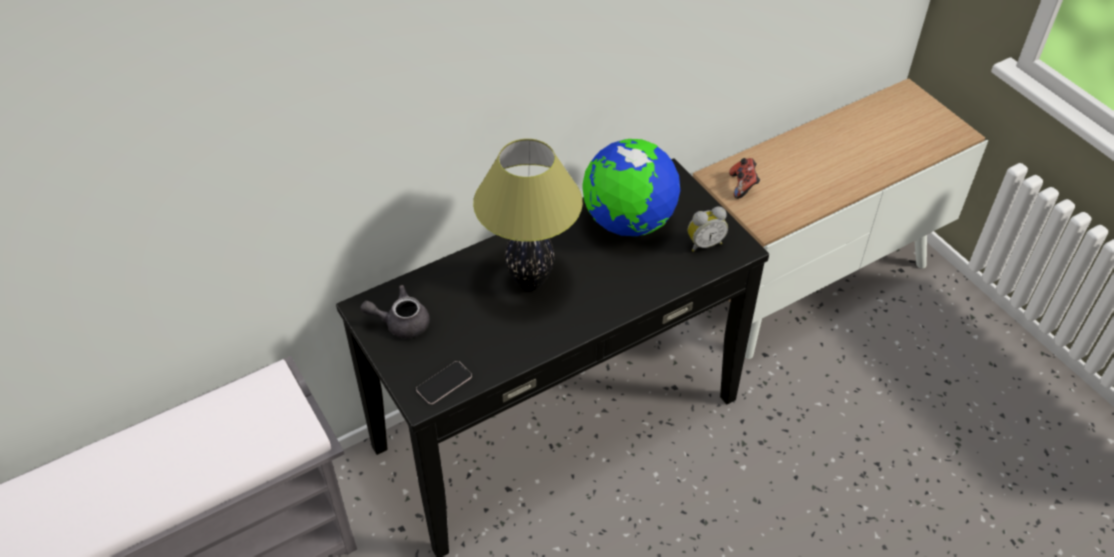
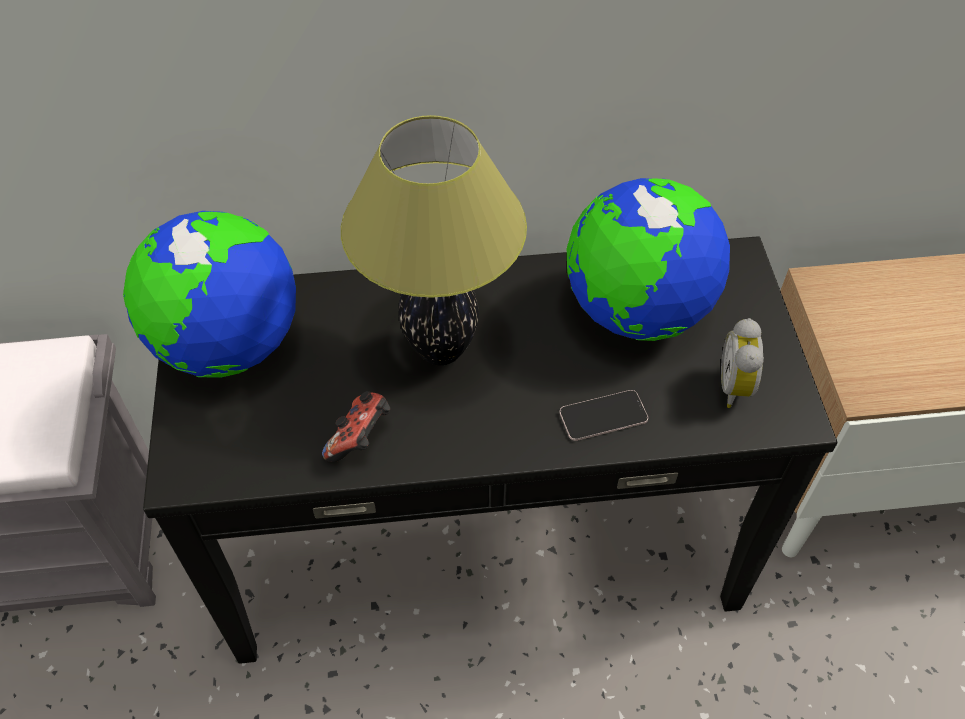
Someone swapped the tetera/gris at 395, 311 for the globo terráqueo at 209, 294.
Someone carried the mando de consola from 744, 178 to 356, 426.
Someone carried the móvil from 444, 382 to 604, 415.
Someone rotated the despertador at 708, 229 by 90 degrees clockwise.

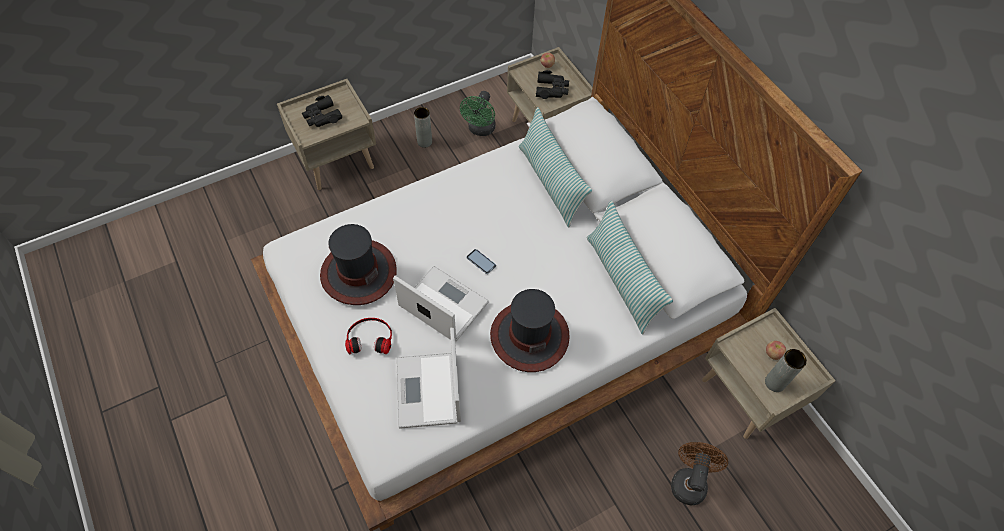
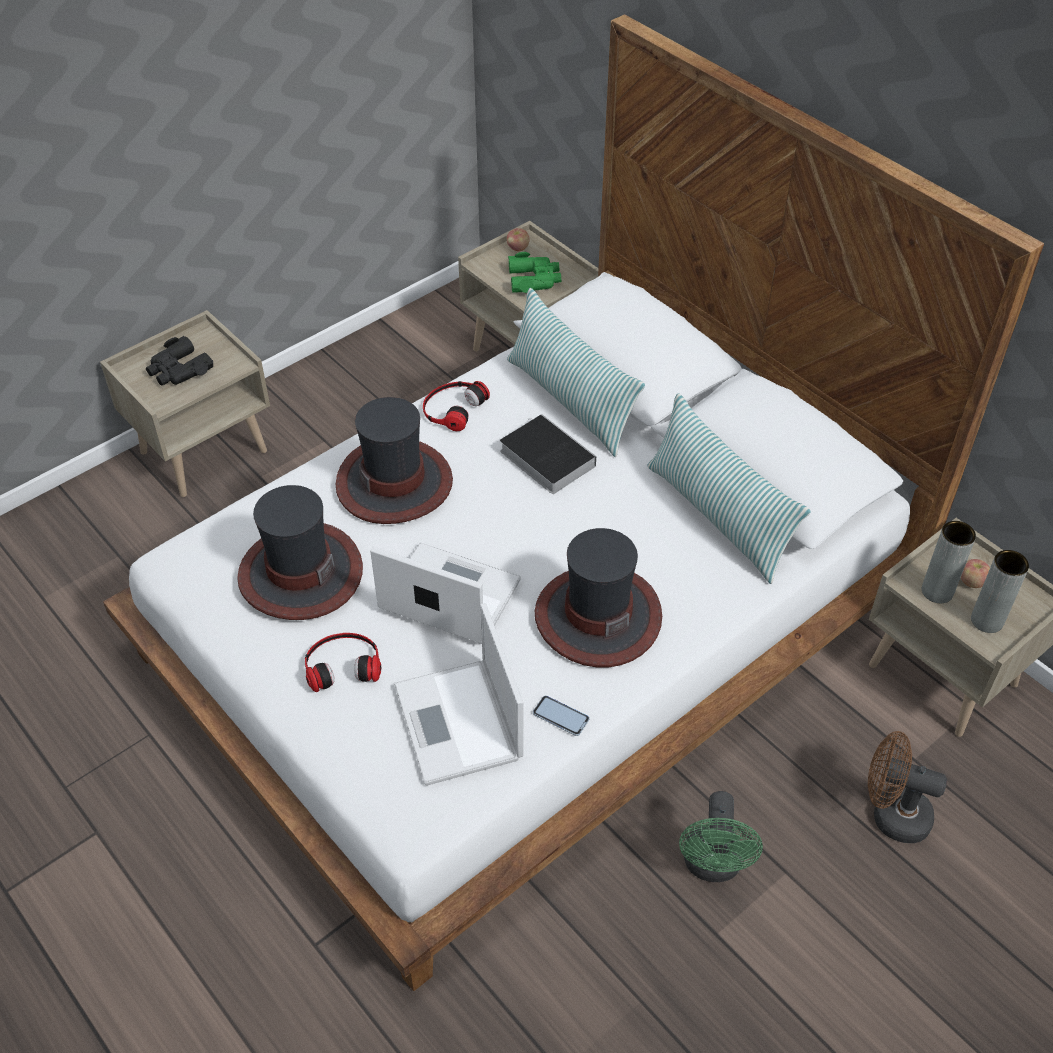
Someone put down the sombrero at 394, 460.
Someone put down the auriculares at 456, 406.
Someone put down the libro at 548, 454.
Someone repainted the prismáticos/negro at 552, 84, which became the prismáticos/verde at 534, 272.
Someone carried the móvil from 481, 261 to 561, 716.
Someone carried the ventilador/verde from 478, 113 to 721, 836.
Someone rotated the ventilador/marrón at 699, 473 by 75 degrees counterclockwise.
Someone carried the florero/gris from 423, 127 to 949, 562.

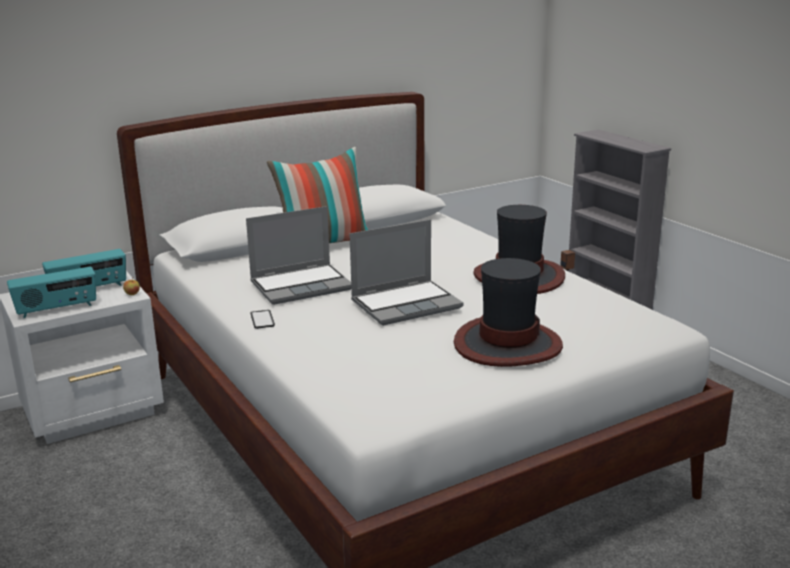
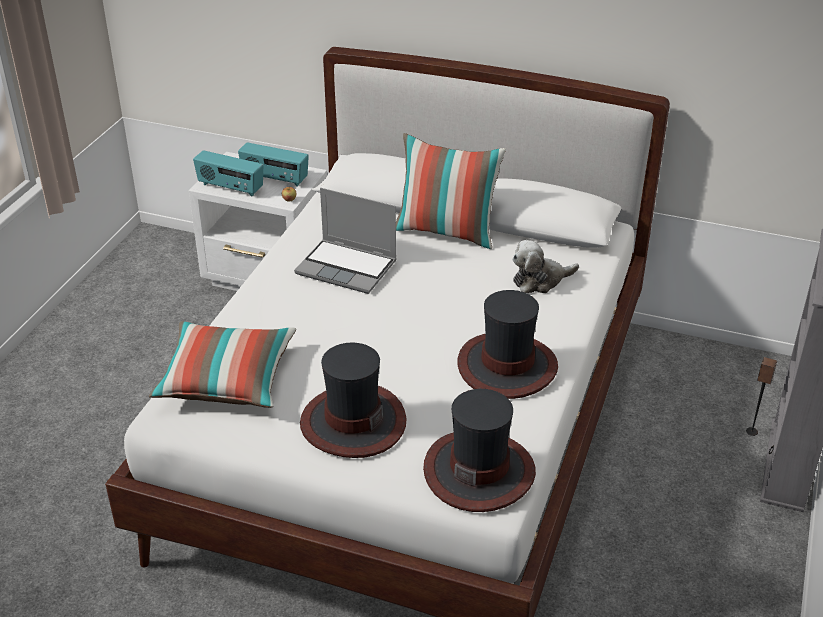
Someone put down the cojín at 222, 364.
Someone put down the sombrero at 479, 450.
Someone put down the peluche at 545, 266.
Someone took away the móvil at 263, 319.
Someone took away the portátil at 406, 272.

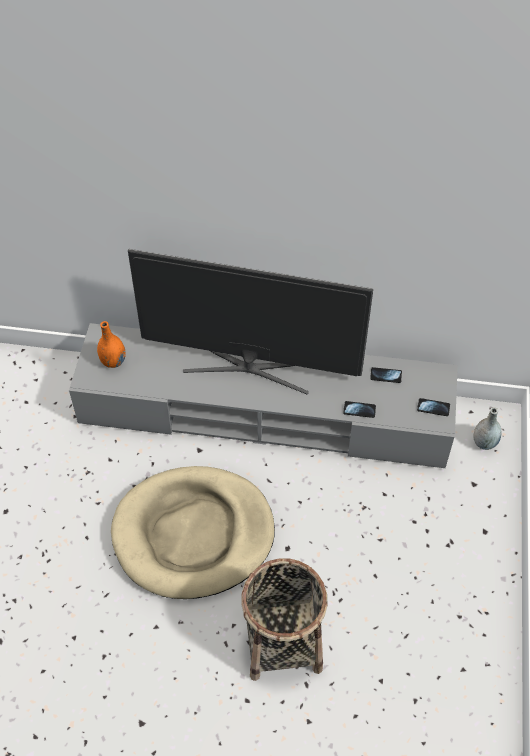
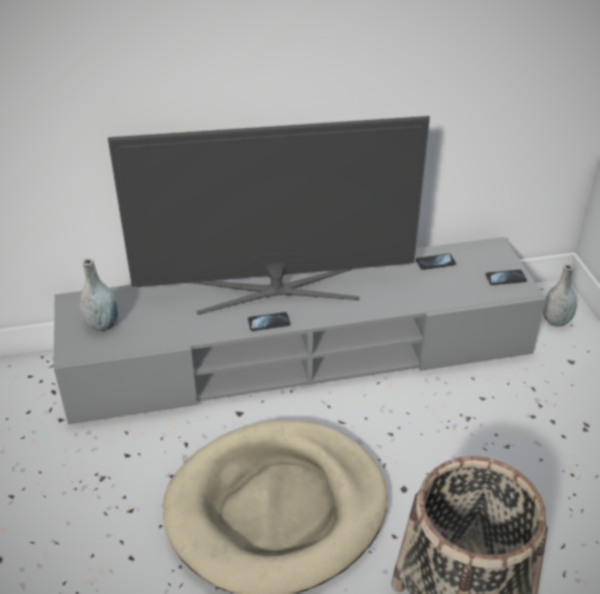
Someone repainted the florero/naranja at 111, 344, which became the florero/gris at 99, 294.
Someone carried the móvil from 359, 409 to 269, 321.

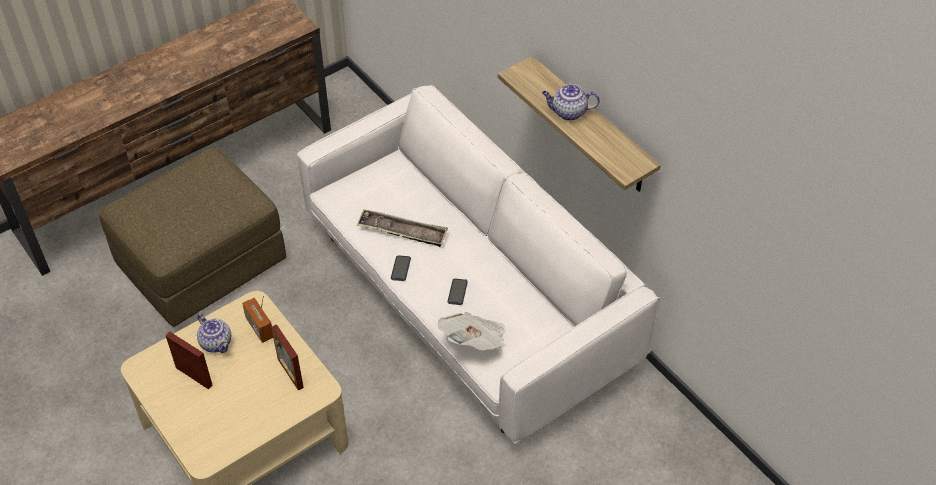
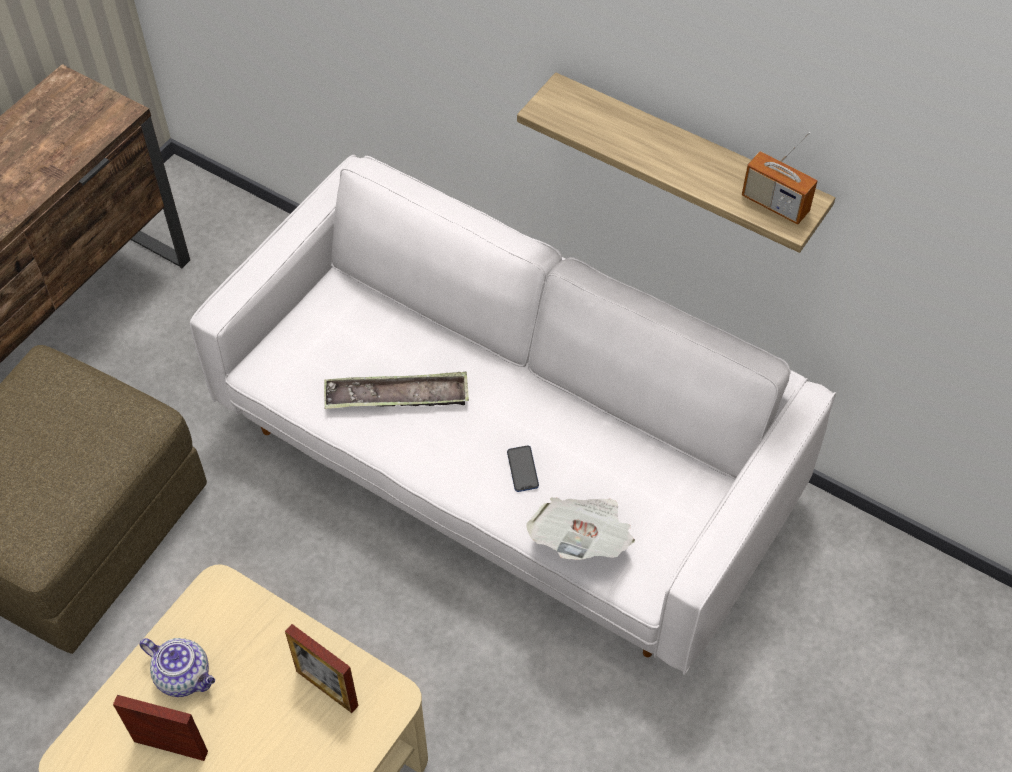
Someone carried the radio from 257, 319 to 780, 178.
Someone took away the móvil at 401, 268.
Someone took away the tetera at 571, 102.

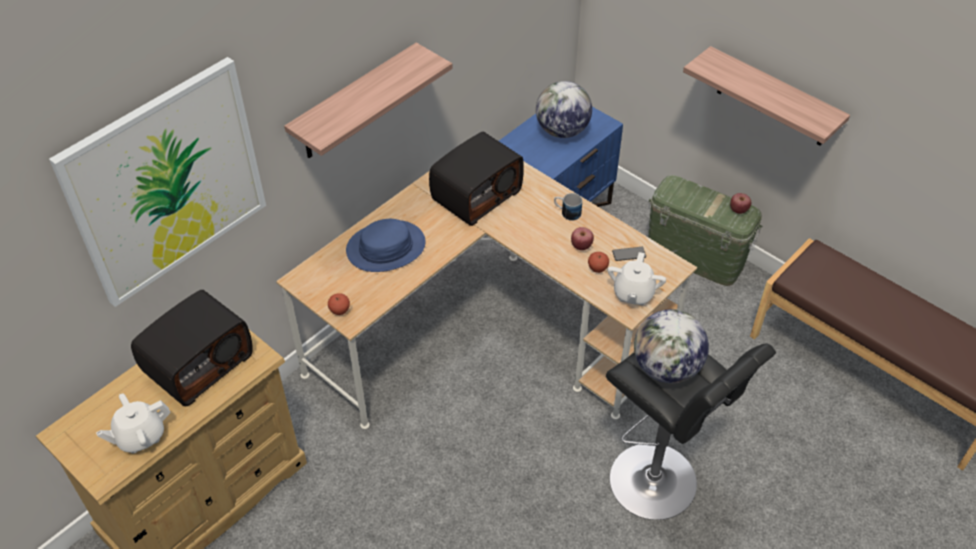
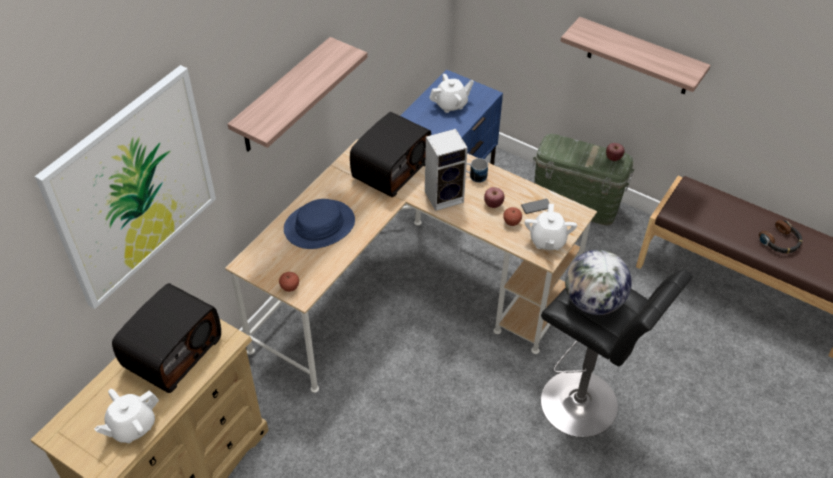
Someone put down the altavoz at 446, 170.
Someone swapped the globo terráqueo at 564, 109 for the tetera/blanco at 451, 93.
Someone put down the auriculares at 780, 237.

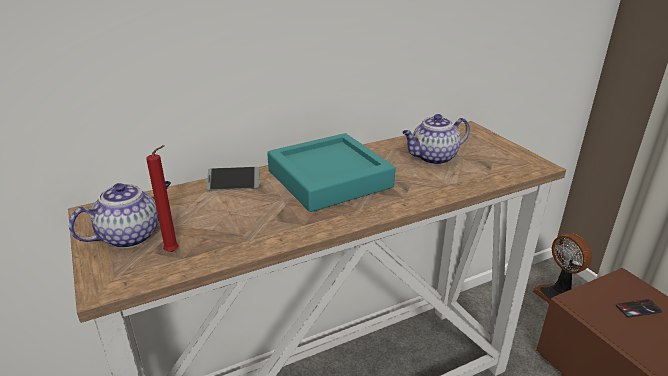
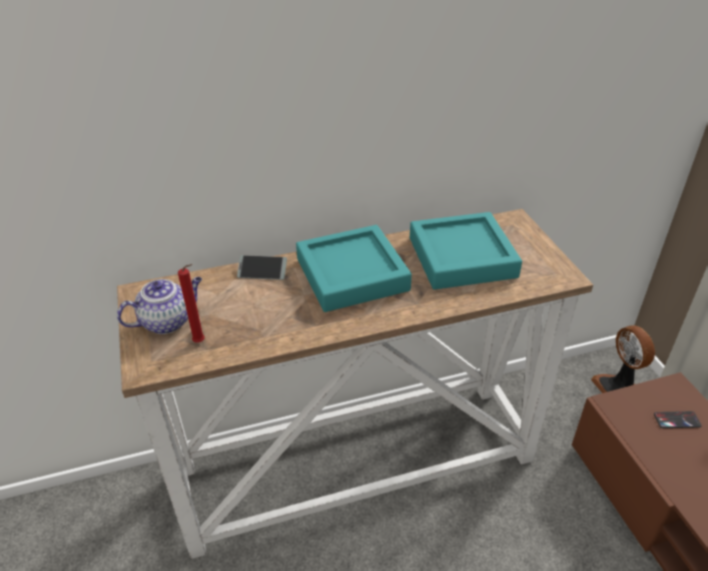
Someone swapped the tetera at 436, 139 for the bandeja/turquesa at 466, 251.

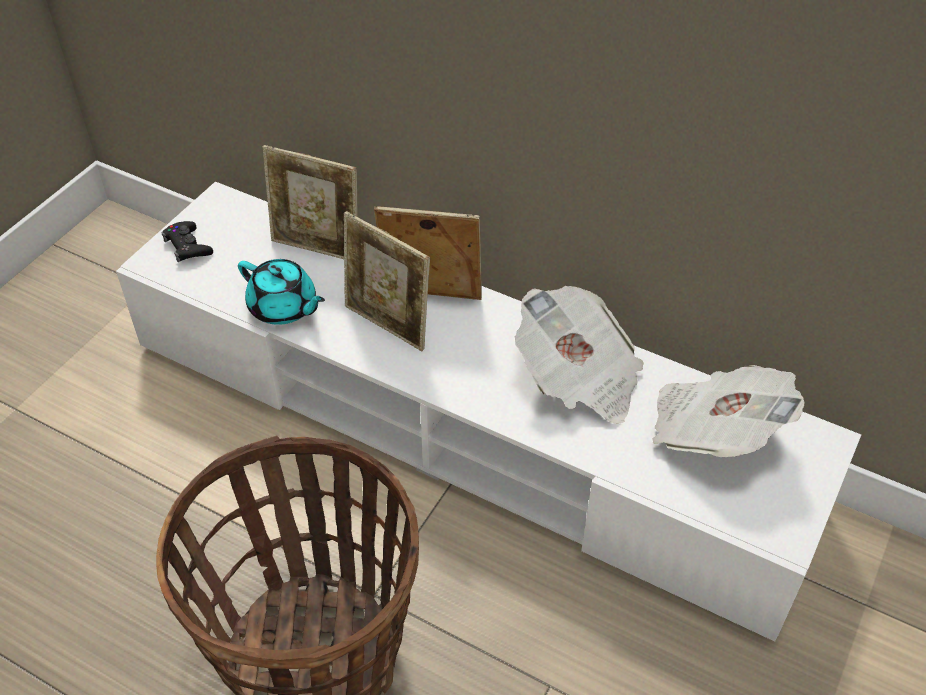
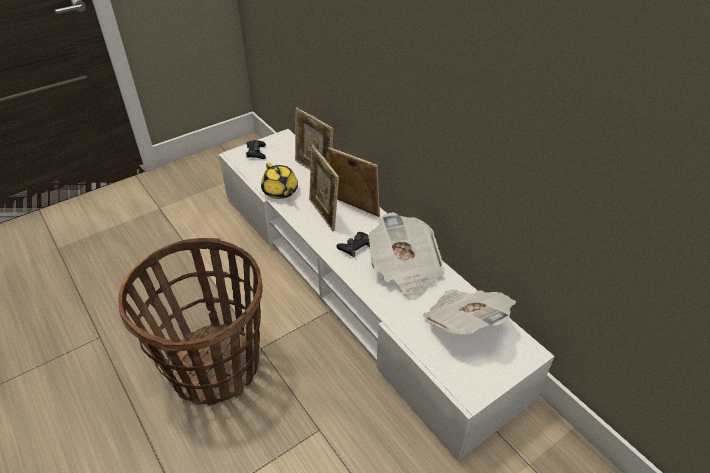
Someone repainted the tetera/turquesa at 281, 292, which became the tetera/amarillo at 279, 180.
Someone put down the mando de consola/negro at 353, 244.

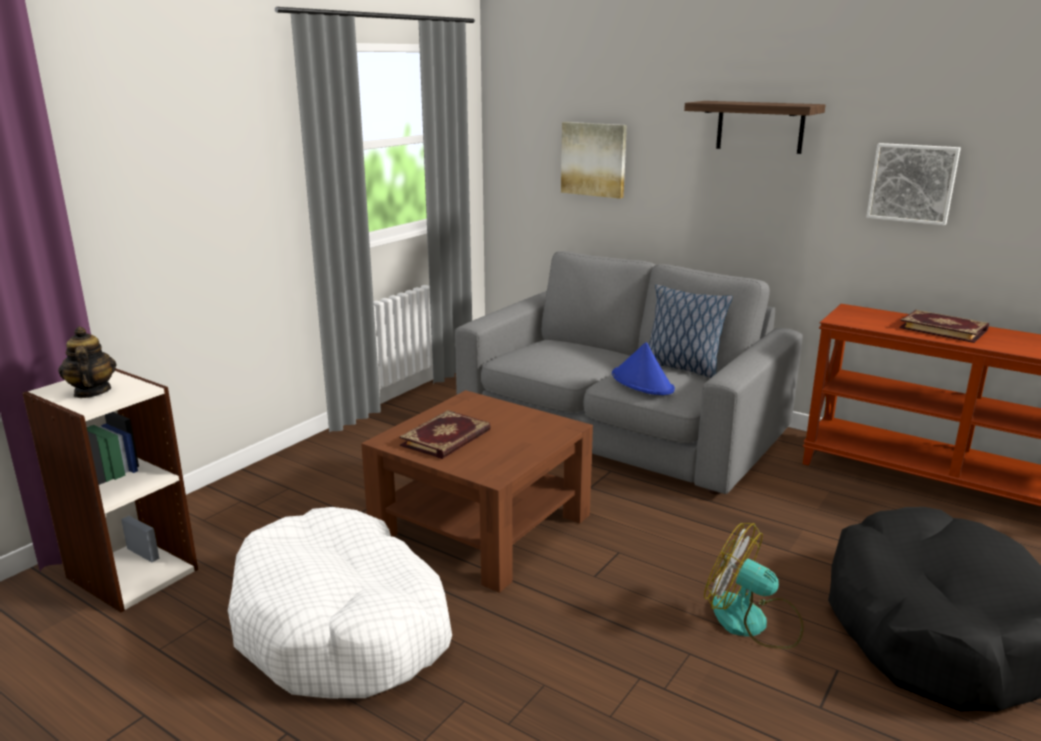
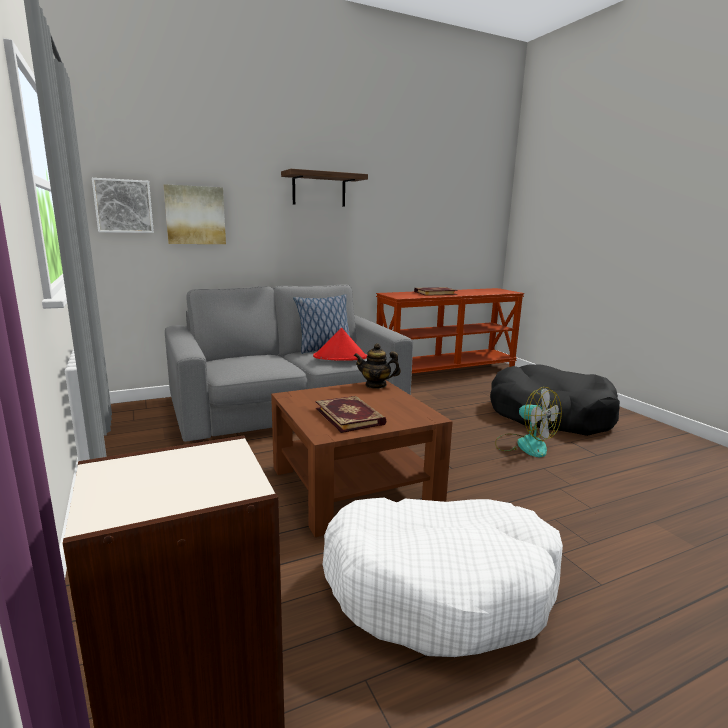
Someone carried the cuadro from 913, 184 to 123, 205.
Someone repainted the sombrero/azul at 643, 368, which became the sombrero/rojo at 340, 344.
Someone carried the tetera from 87, 362 to 377, 366.
Someone rotated the ventilador at 754, 586 by 105 degrees counterclockwise.

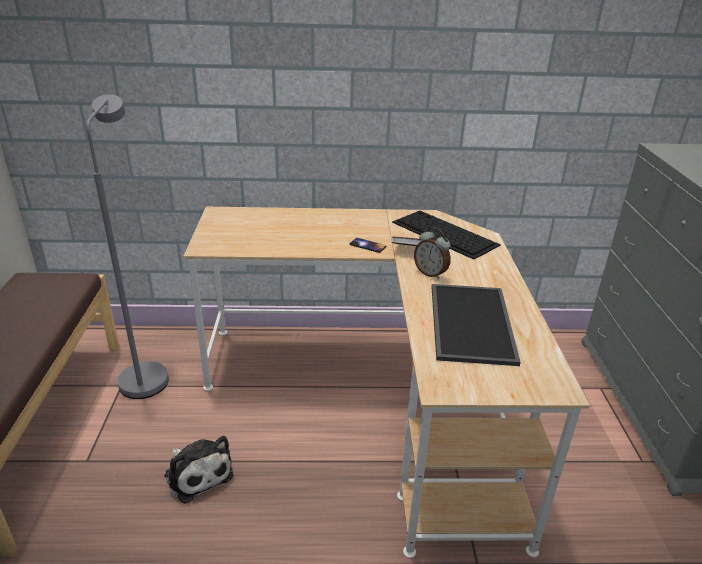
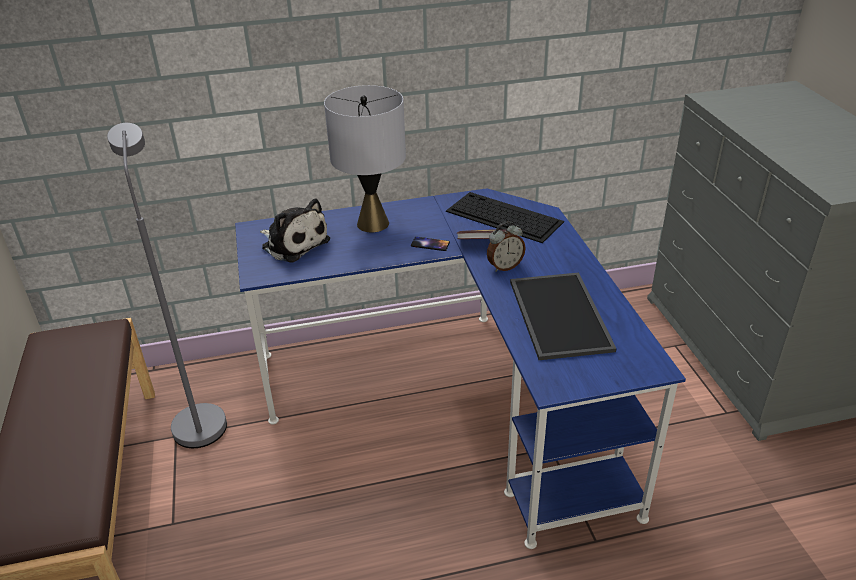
Someone repainted the escritorio/beis at 386, 382, which became the escritorio/azul at 460, 368.
Someone carried the peluche from 198, 470 to 295, 230.
Someone put down the lámpara de mesa/gris at 365, 158.
Someone rotated the despertador at 432, 253 by 60 degrees counterclockwise.

